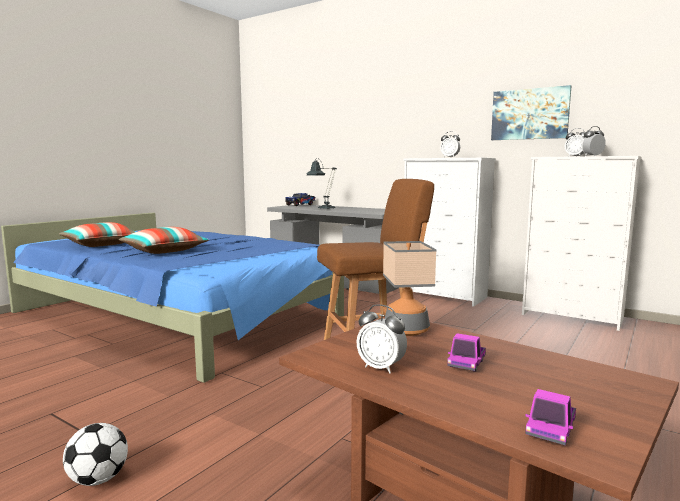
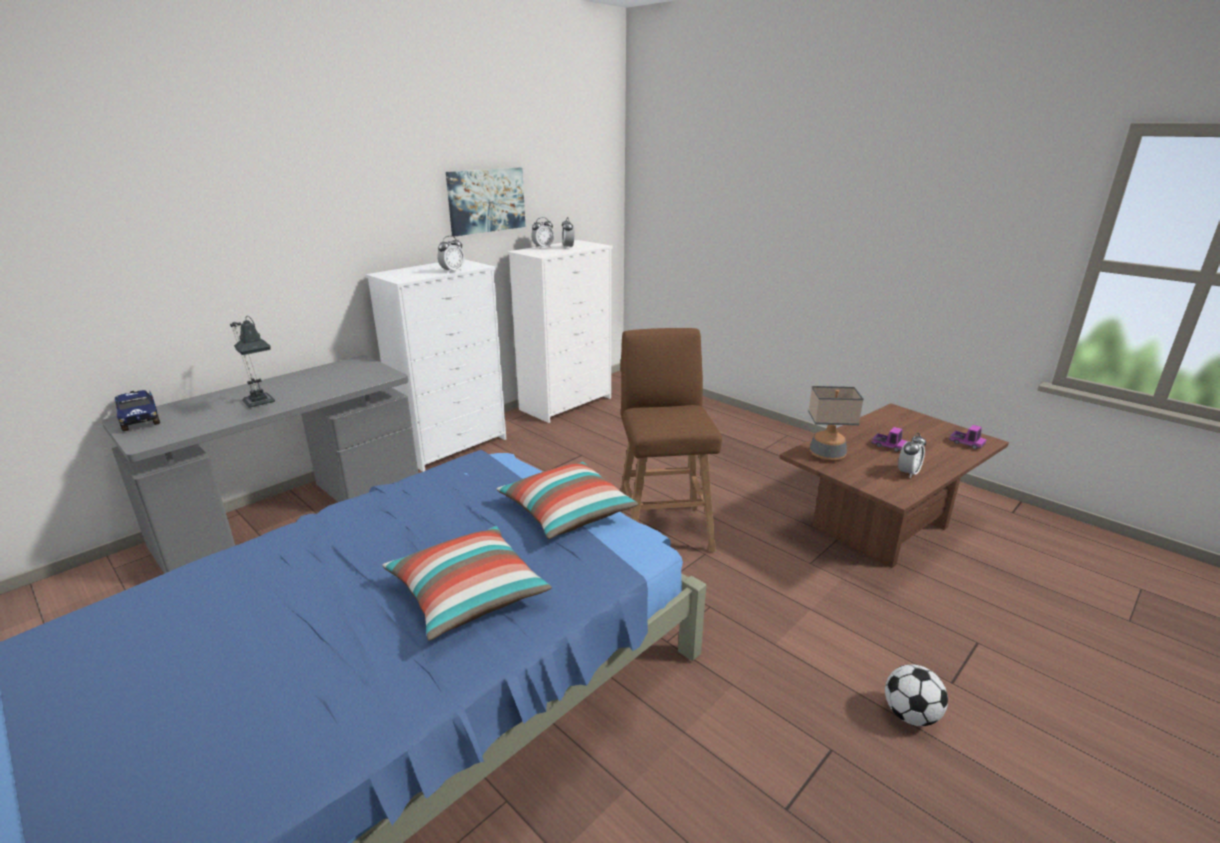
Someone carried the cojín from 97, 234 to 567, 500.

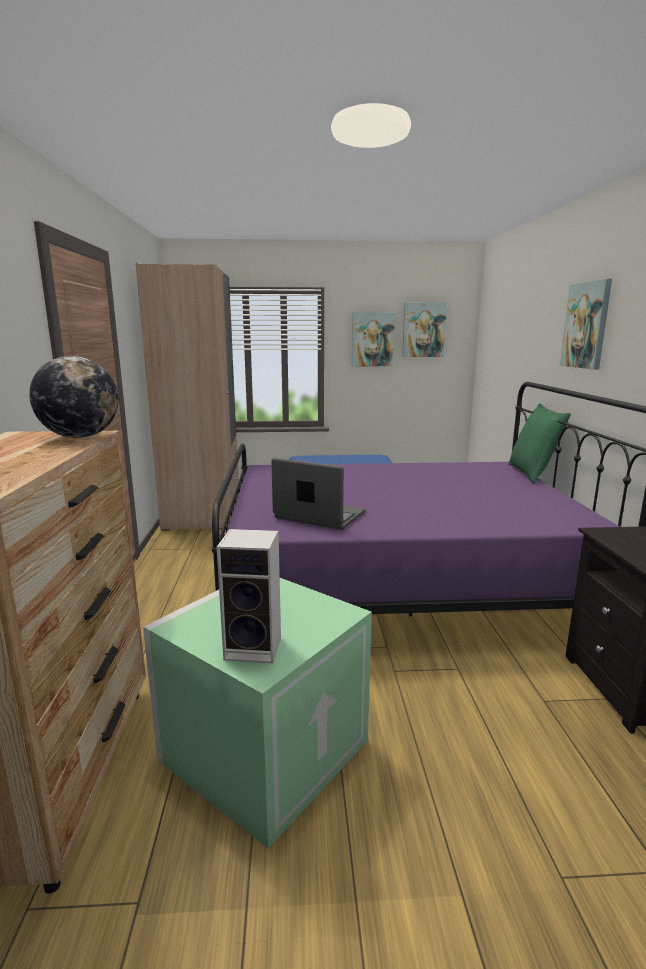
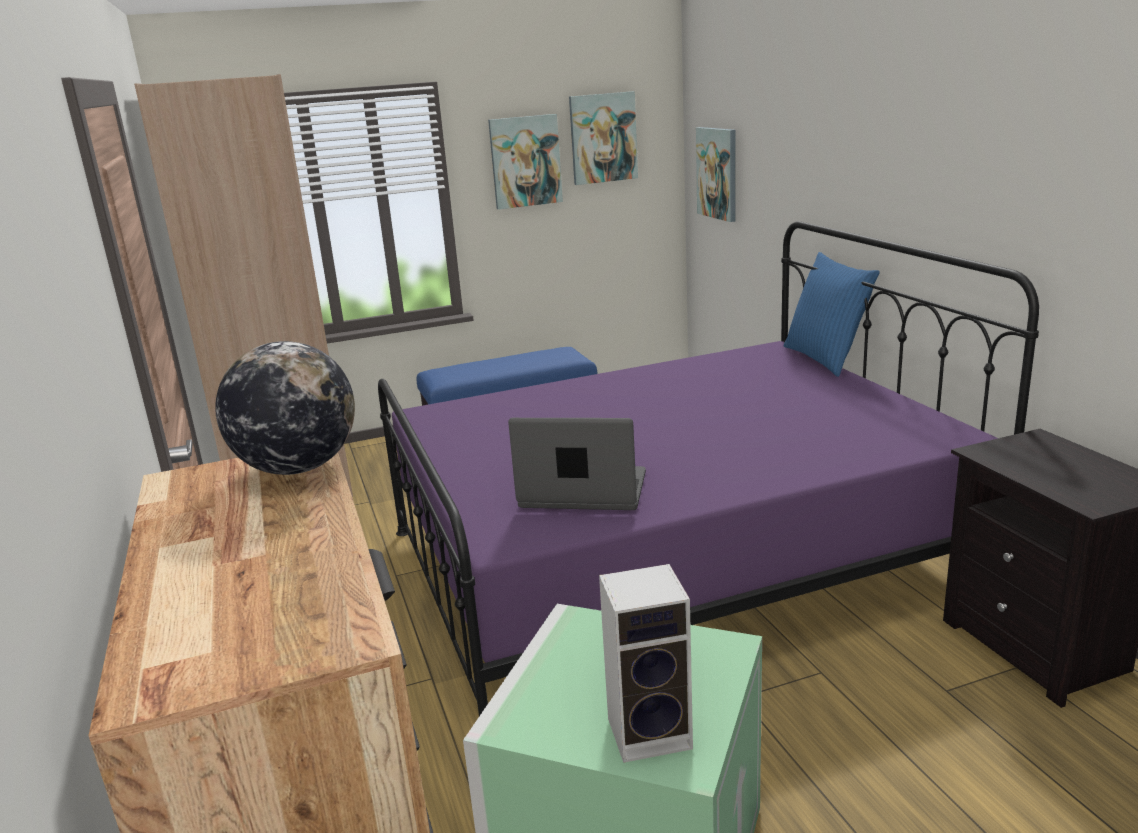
Someone carried the cuadro from 586, 324 to 716, 174.
Someone repainted the cojín/verde at 539, 443, which became the cojín/azul at 832, 314.

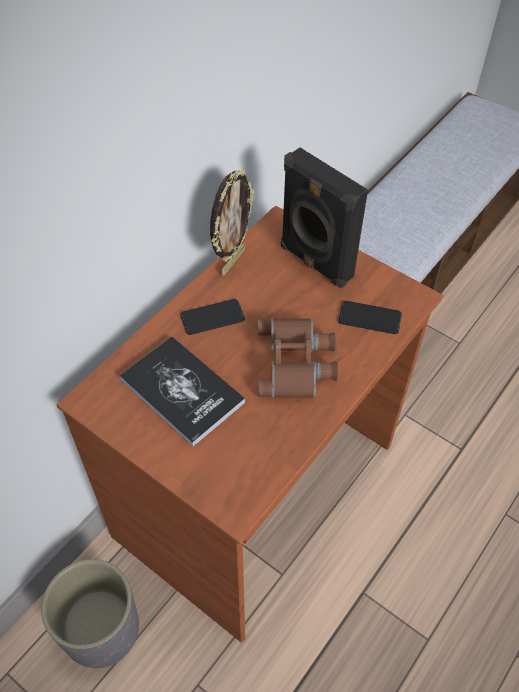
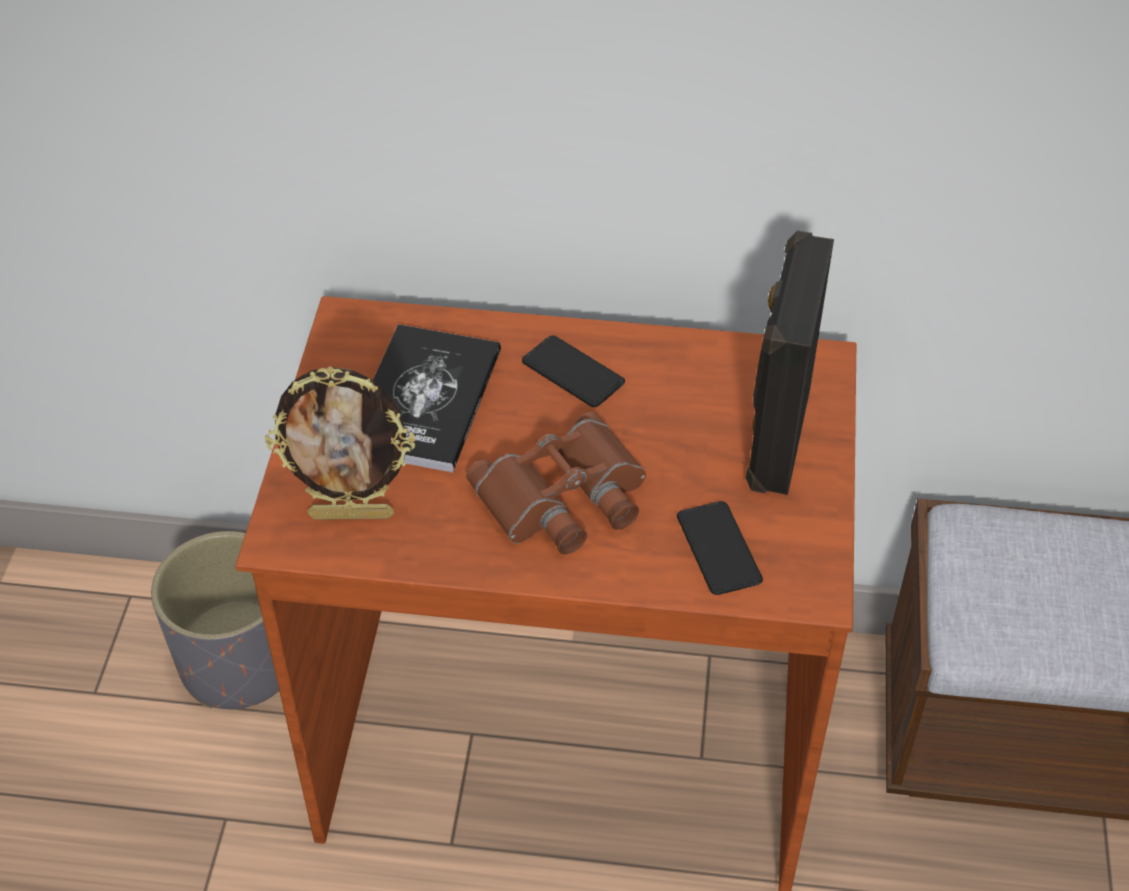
Someone carried the portarretratos from 232, 222 to 340, 443.

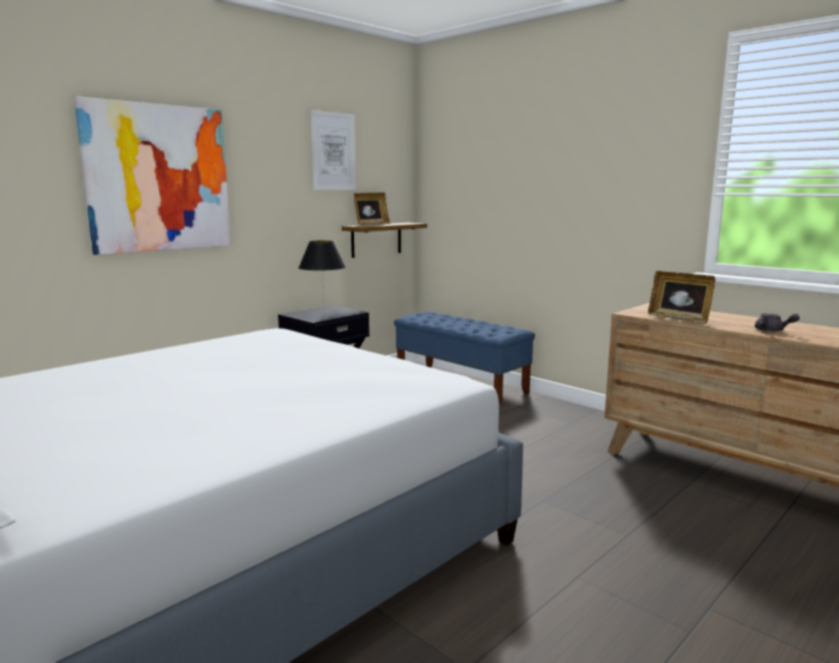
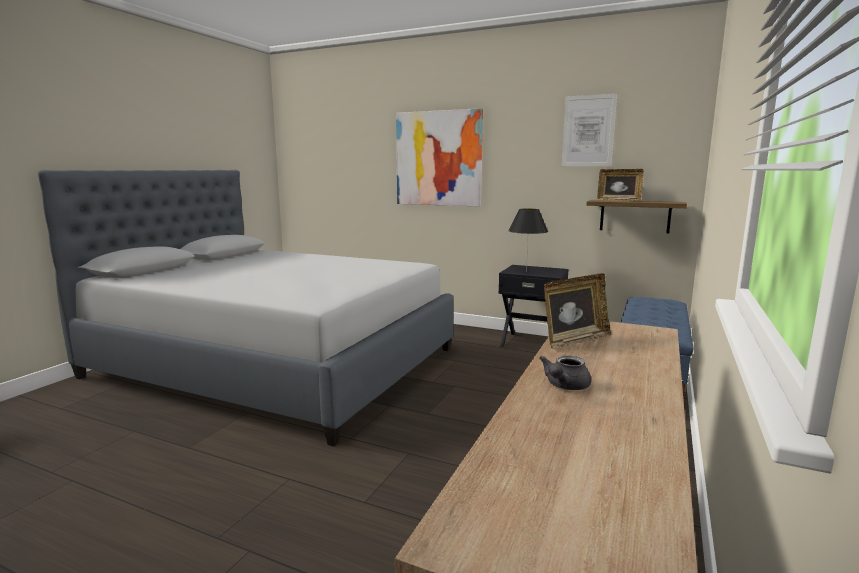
Someone rotated the portarretratos at 681, 297 by 150 degrees counterclockwise.

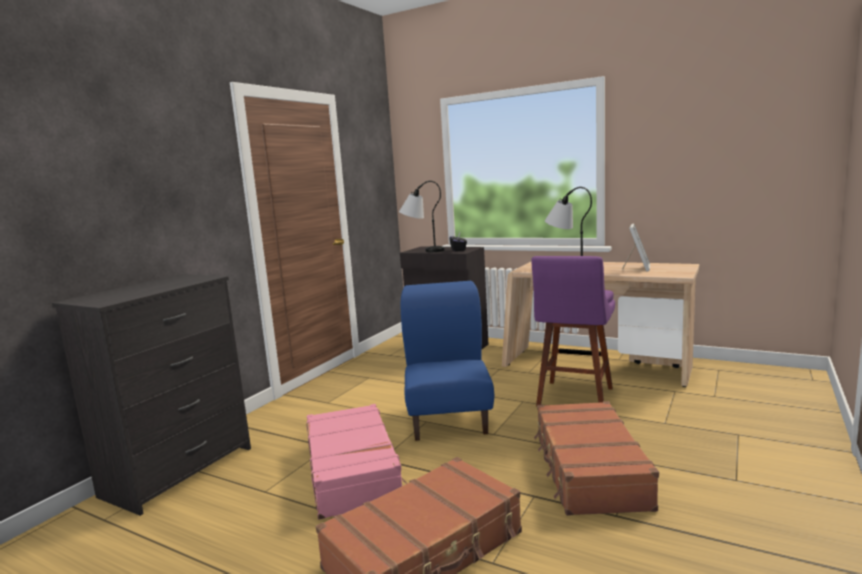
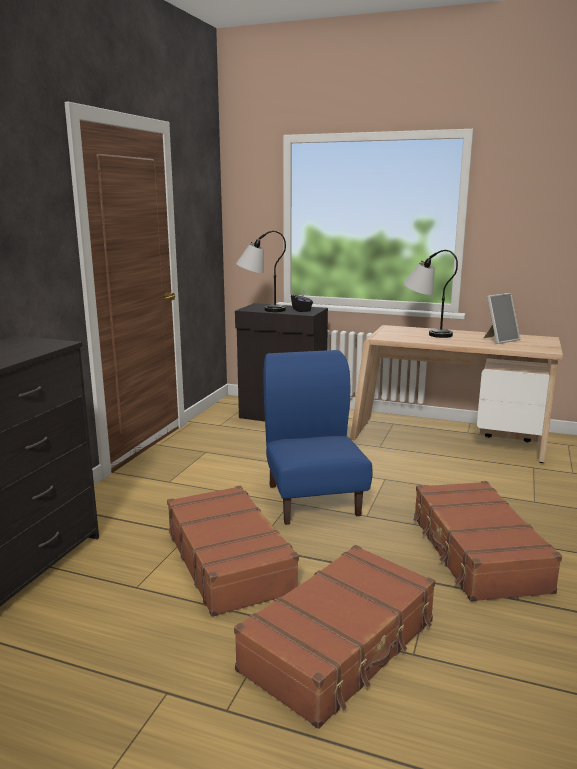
Someone repainted the maleta/rosa at 357, 462, which became the maleta/marrón at 233, 551.
Someone rotated the portarretratos at 636, 247 by 45 degrees clockwise.
Someone took away the taburete/morado at 573, 331.

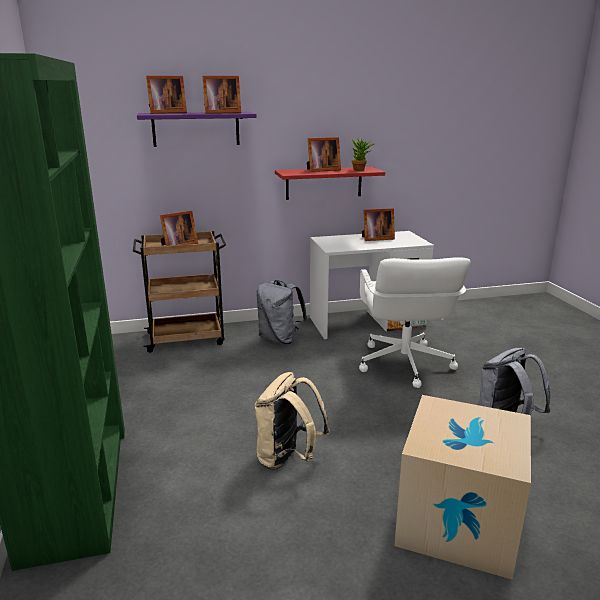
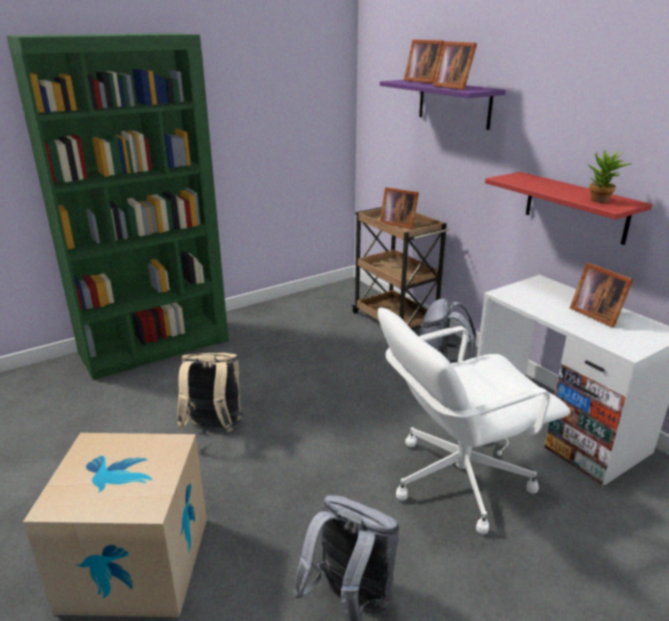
Someone took away the portarretratos at 324, 154.

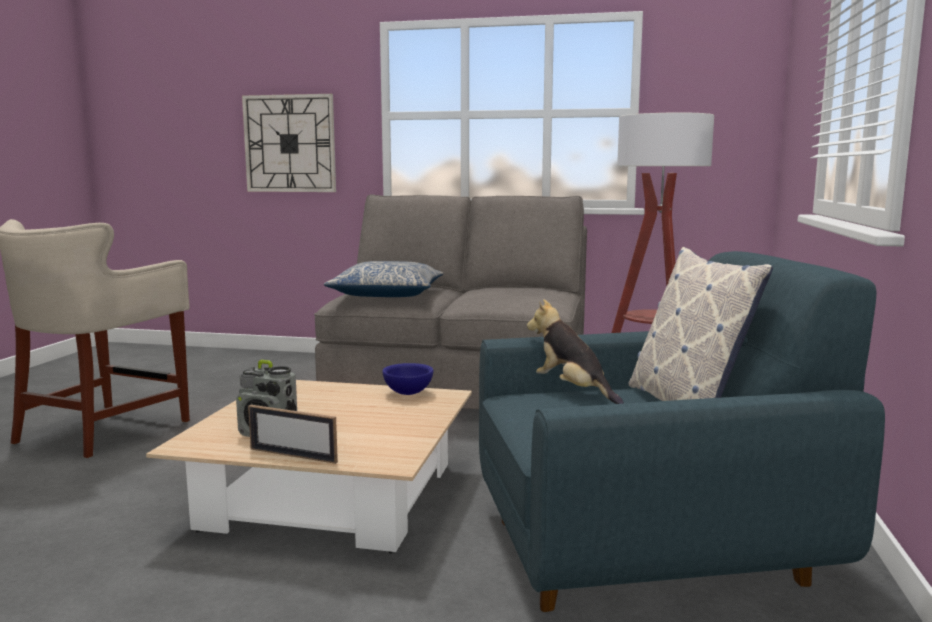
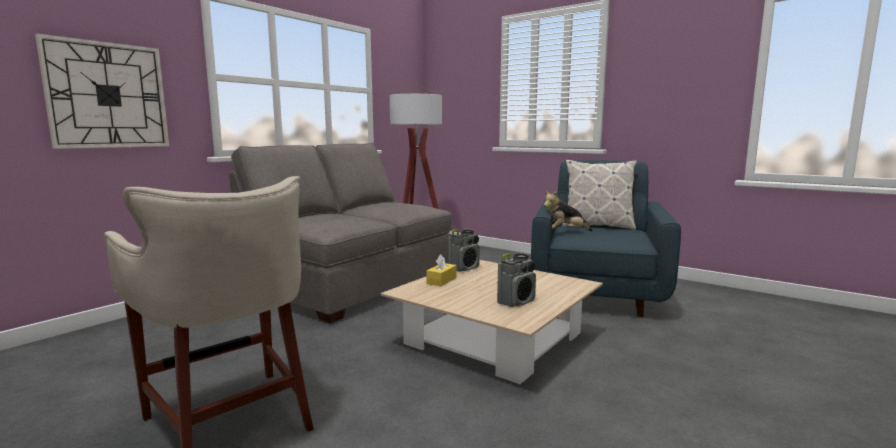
Someone put down the caja de pañuelos/amarillo at 441, 270.
Someone swapped the cuenco/azul at 408, 379 for the radio at 464, 250.
Someone took away the portarretratos at 293, 434.
Someone took away the cojín at 383, 279.

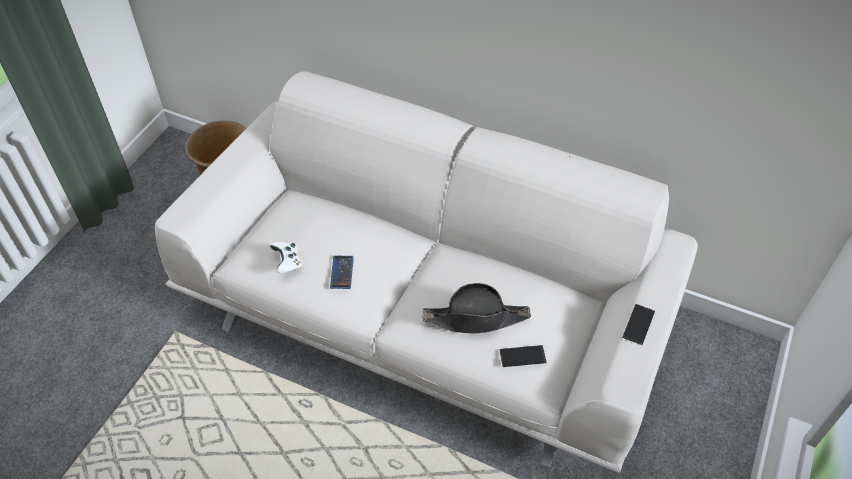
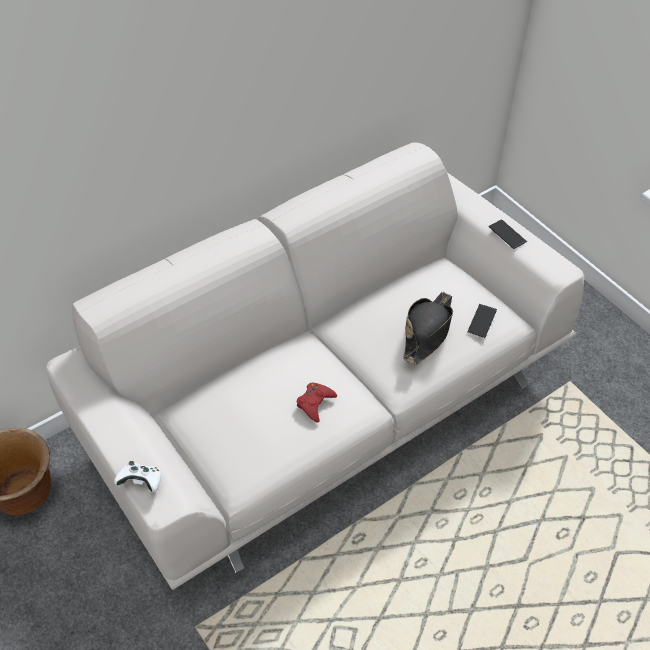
Someone carried the mando de consola/blanco from 286, 257 to 137, 476.
Someone swapped the móvil at 342, 272 for the mando de consola/rojo at 317, 403.

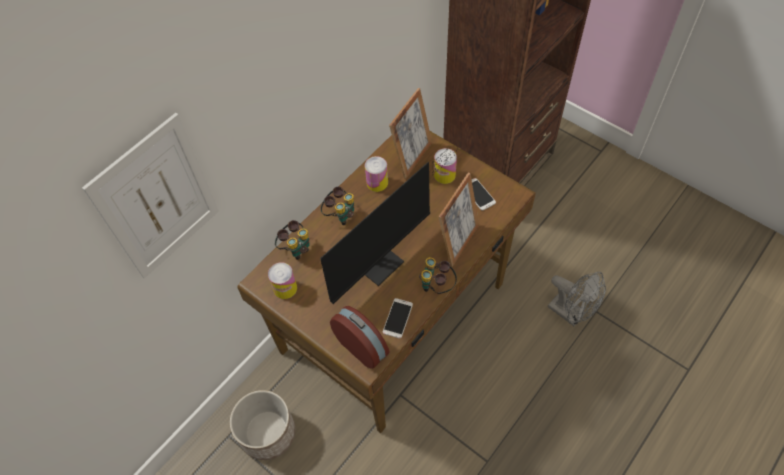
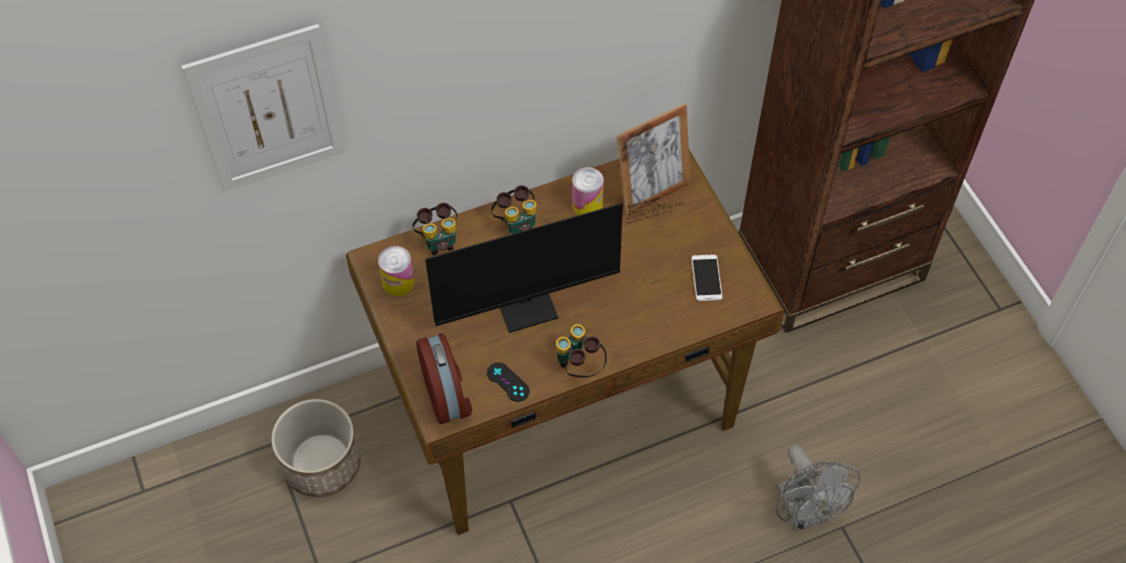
Someone swapped the móvil at 398, 318 for the mando de consola/negro at 508, 382.
Someone took away the lata at 445, 166.
Someone took away the portarretratos at 458, 219.

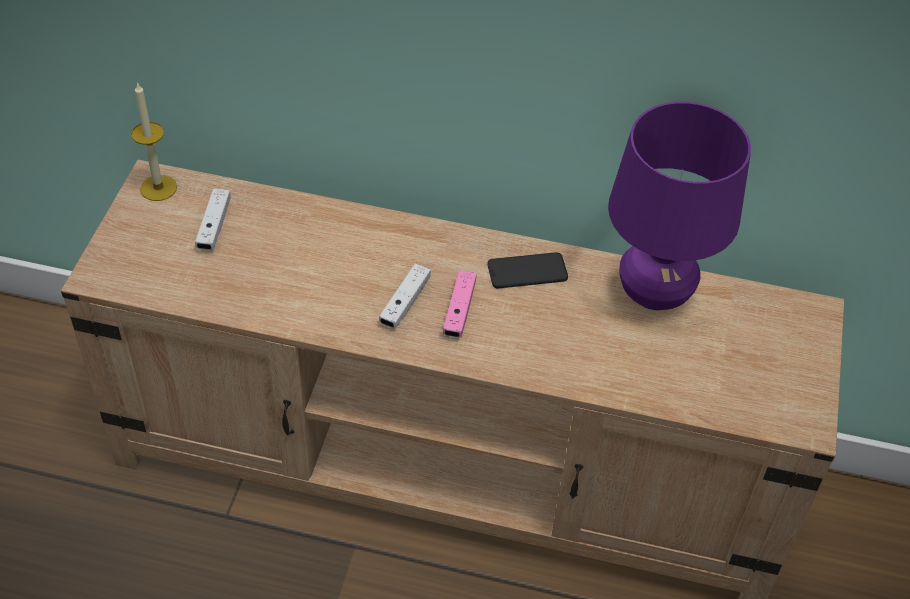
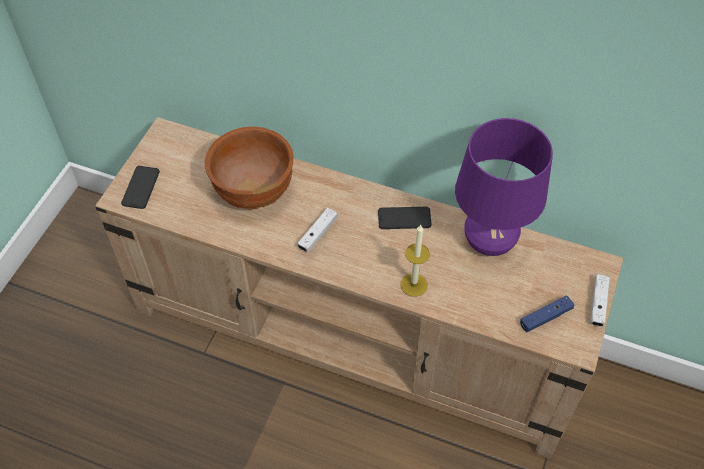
Someone put down the móvil at 140, 187.
Someone put down the cuenco/marrón at 249, 168.
Someone carried the vela from 154, 141 to 415, 260.
Someone put down the mando de consola/azul at 547, 313.
Someone carried the mando de consola/blanco from 213, 219 to 600, 300.
Someone took away the mando de consola/rosa at 460, 304.

